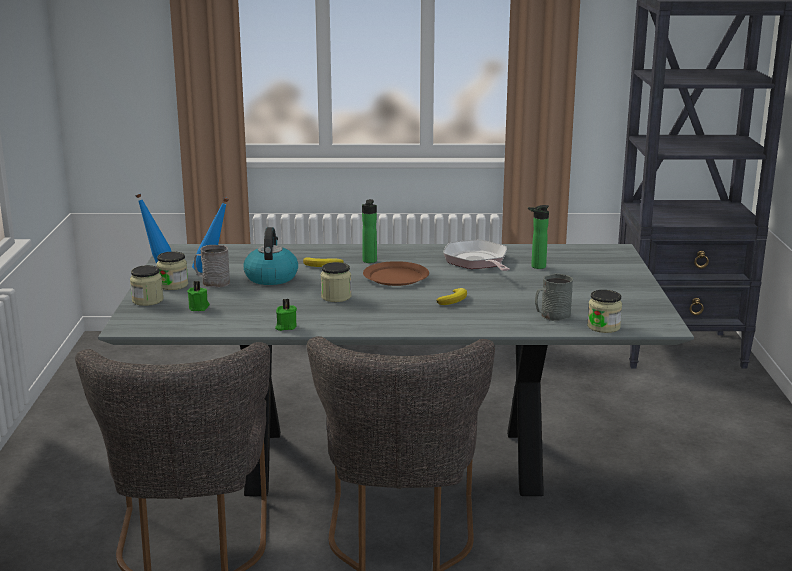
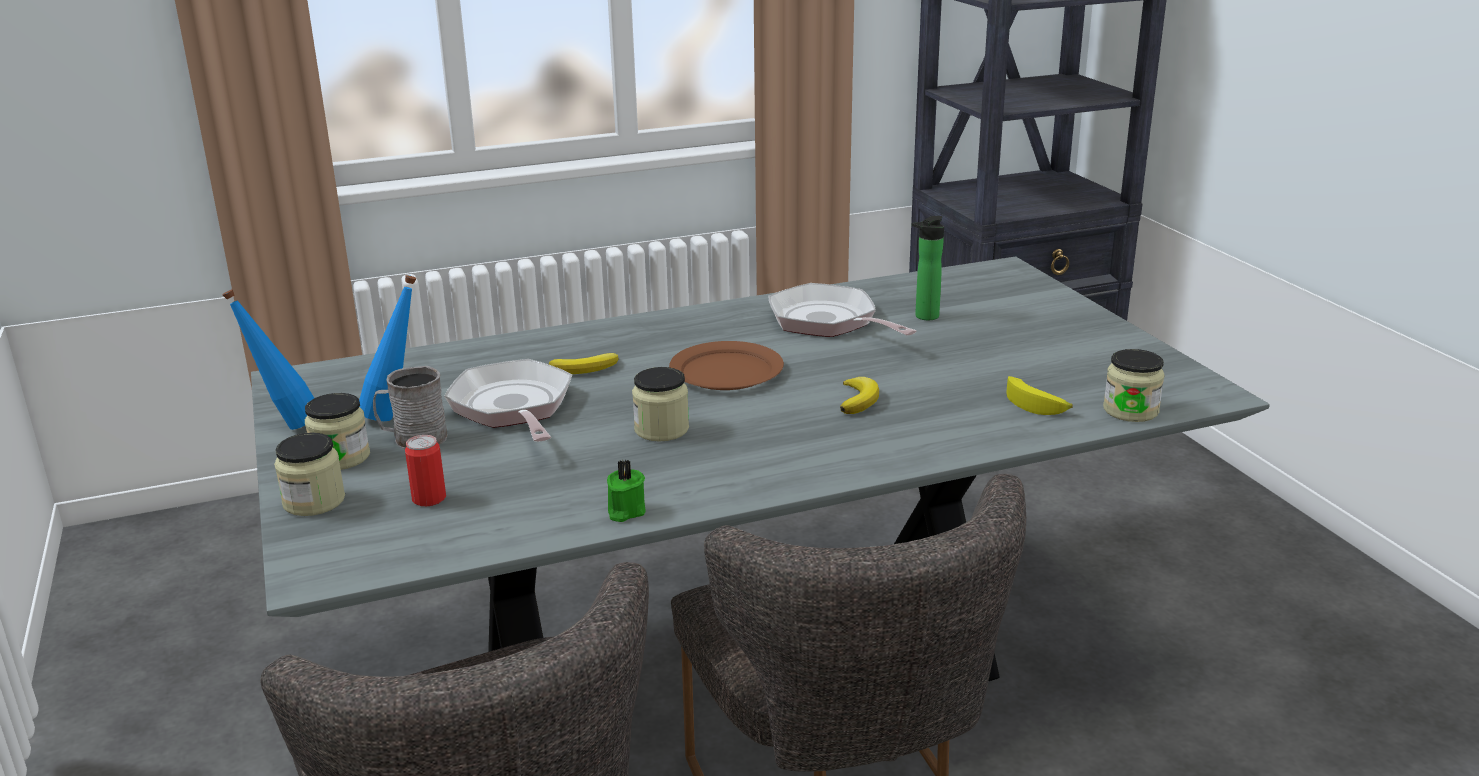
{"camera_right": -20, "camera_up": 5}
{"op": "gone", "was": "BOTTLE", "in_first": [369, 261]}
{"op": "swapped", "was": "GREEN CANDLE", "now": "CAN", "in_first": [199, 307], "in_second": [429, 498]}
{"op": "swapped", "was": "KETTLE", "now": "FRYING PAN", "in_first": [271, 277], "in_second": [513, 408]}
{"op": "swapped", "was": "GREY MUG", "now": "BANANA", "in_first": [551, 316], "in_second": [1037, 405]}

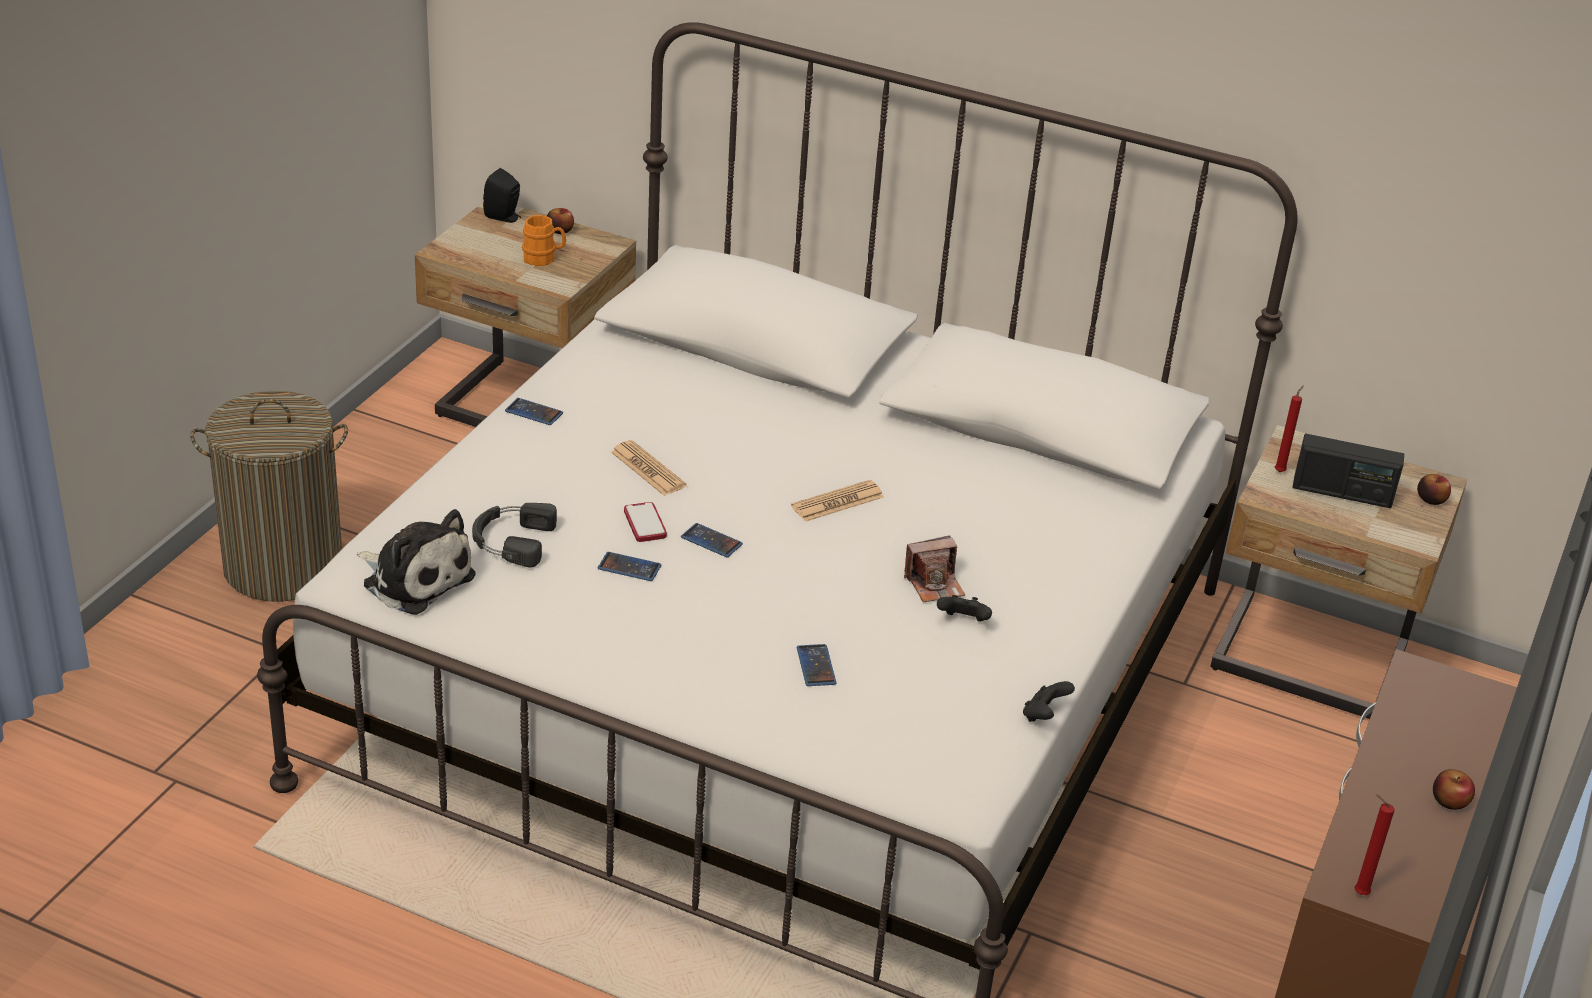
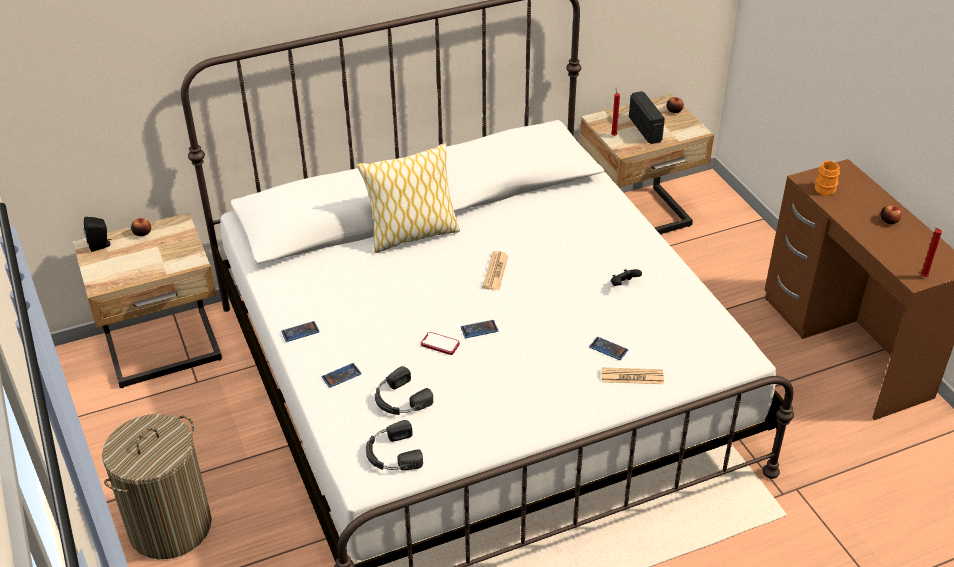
{"camera_right": -45, "camera_up": 5}
{"op": "gone", "was": "PHOTO CAMERA", "in_first": [934, 584]}
{"op": "gone", "was": "BLACK GAME CONTROLLER", "in_first": [1044, 715]}
{"op": "new", "now": "PILLOW", "in_second": [412, 235]}
{"op": "shifted", "was": "ORANGE MUG", "in_first": [544, 258], "in_second": [826, 187]}
{"op": "shifted", "was": "PHONE", "in_first": [629, 567], "in_second": [341, 376]}
{"op": "shifted", "was": "NEWSPAPER", "in_first": [648, 469], "in_second": [632, 376]}
{"op": "swapped", "was": "PLUSH TOY", "now": "BLACK HEADPHONES", "in_first": [415, 578], "in_second": [392, 454]}
{"op": "rotated", "was": "RADIO", "in_first": [1342, 493], "in_second": [645, 129], "clockwise": -75}

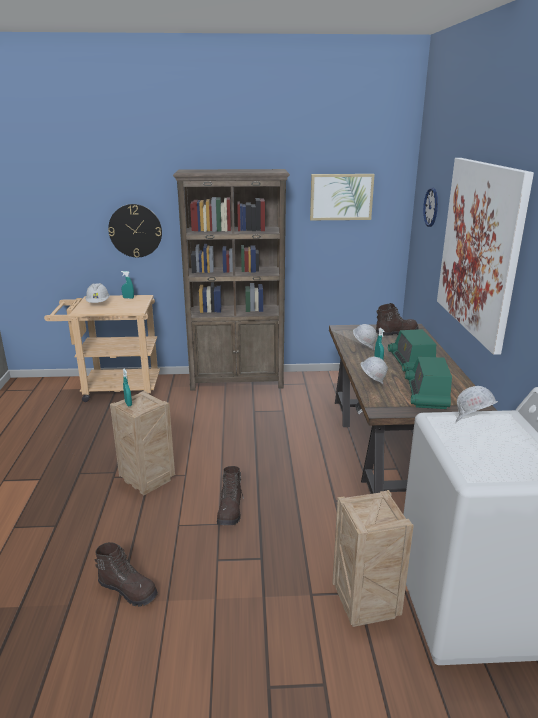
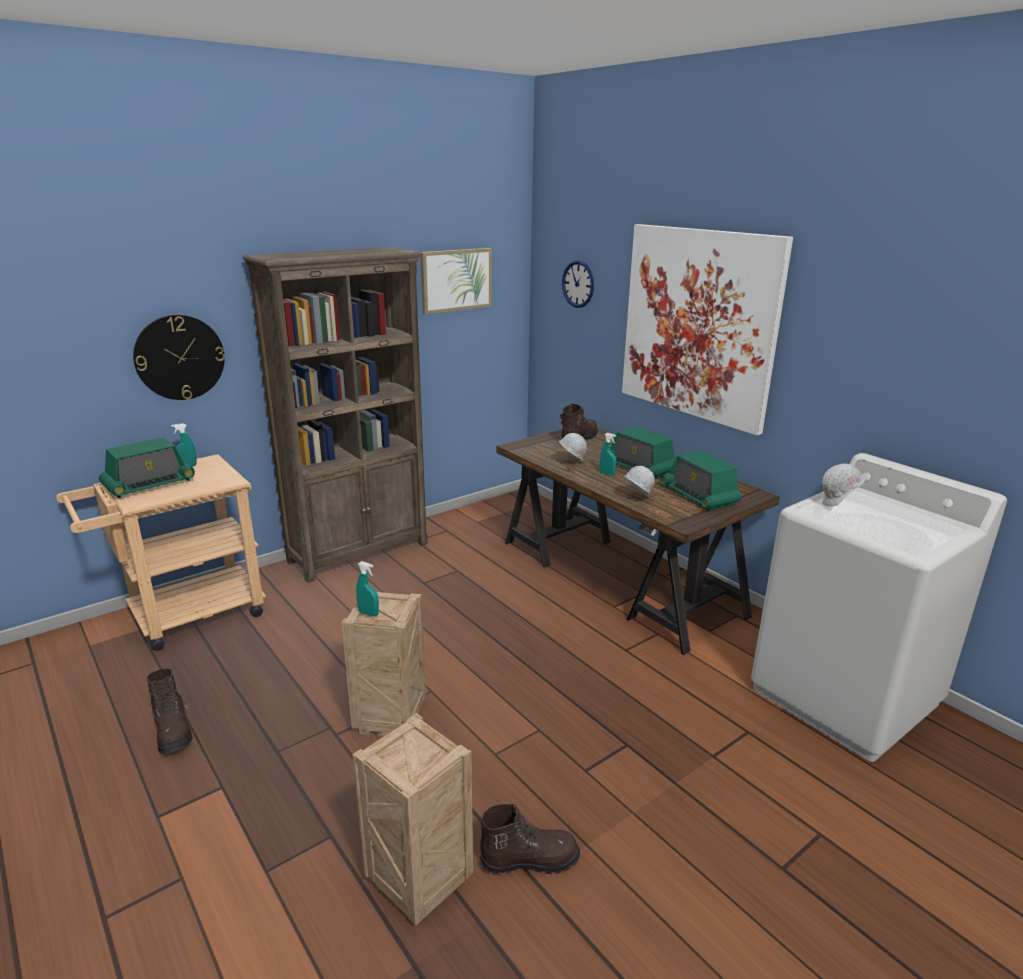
{"camera_right": -35, "camera_up": 0}
{"op": "shifted", "was": "BROWN BOOT", "in_first": [230, 511], "in_second": [173, 731]}
{"op": "shifted", "was": "CRATE", "in_first": [367, 606], "in_second": [422, 883]}
{"op": "swapped", "was": "WHITE HARD HAT", "now": "RADIO", "in_first": [98, 303], "in_second": [149, 484]}

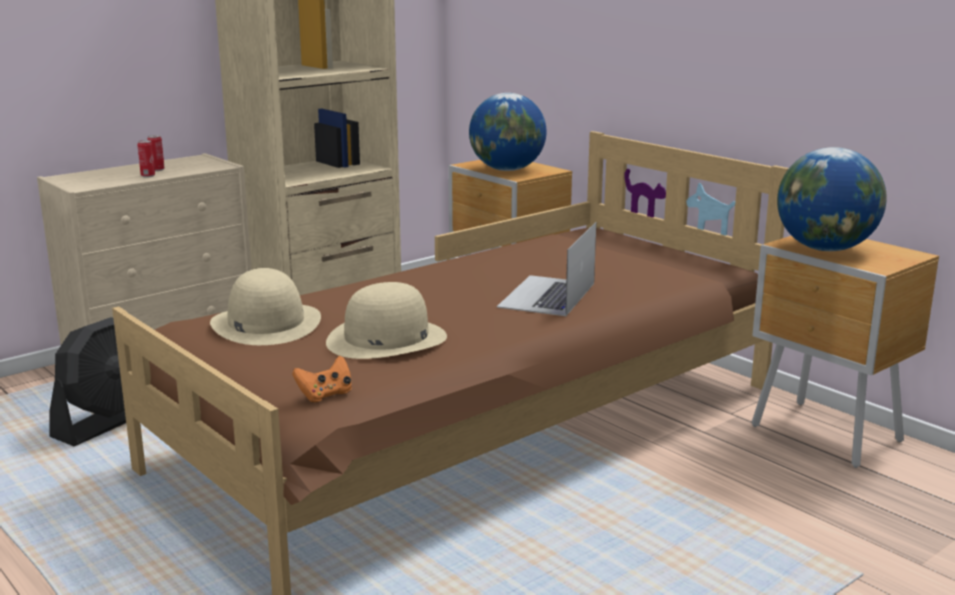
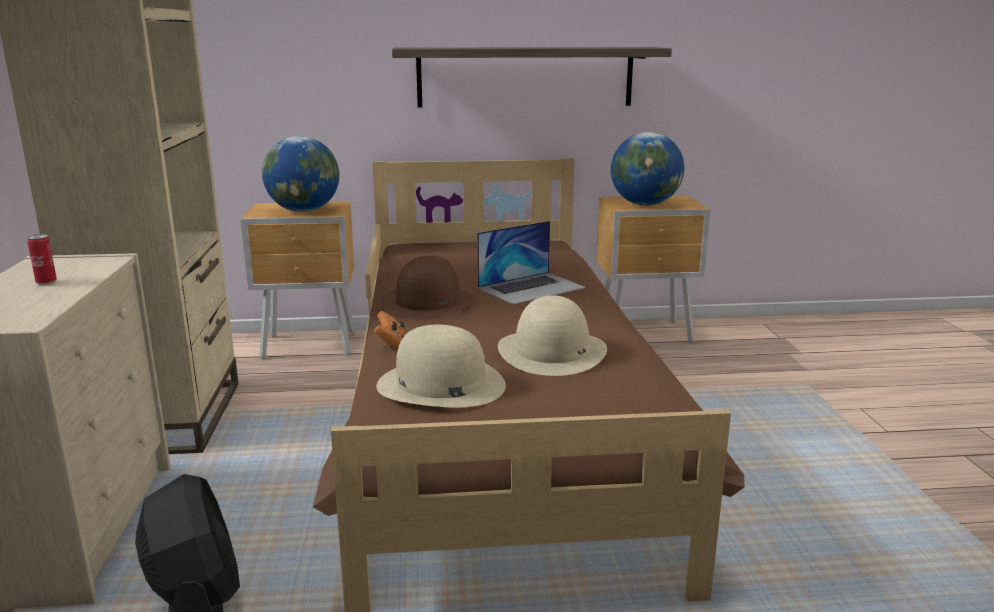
{"camera_right": -55, "camera_up": 0}
{"op": "gone", "was": "CAN", "in_first": [148, 176]}
{"op": "new", "now": "BROWN HAT", "in_second": [428, 303]}
{"op": "new", "now": "SHELF", "in_second": [525, 77]}
{"op": "shifted", "was": "ORANGE GAME CONTROLLER", "in_first": [325, 395], "in_second": [390, 343]}
{"op": "rotated", "was": "LAPTOP", "in_first": [547, 295], "in_second": [531, 287], "clockwise": -90}

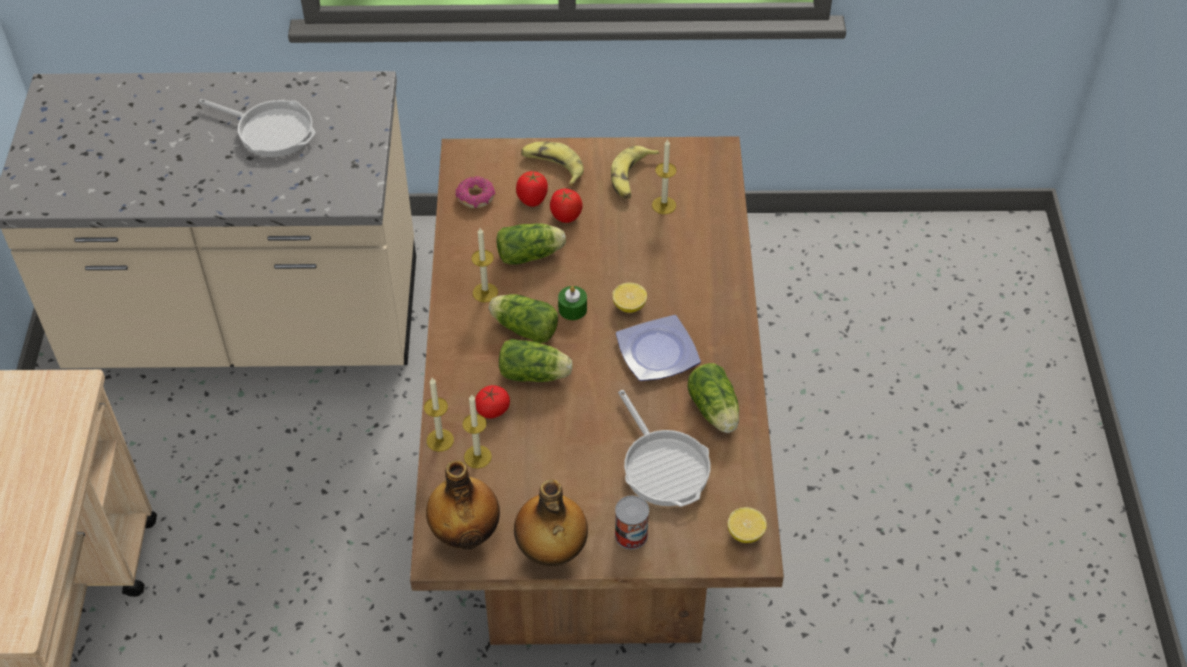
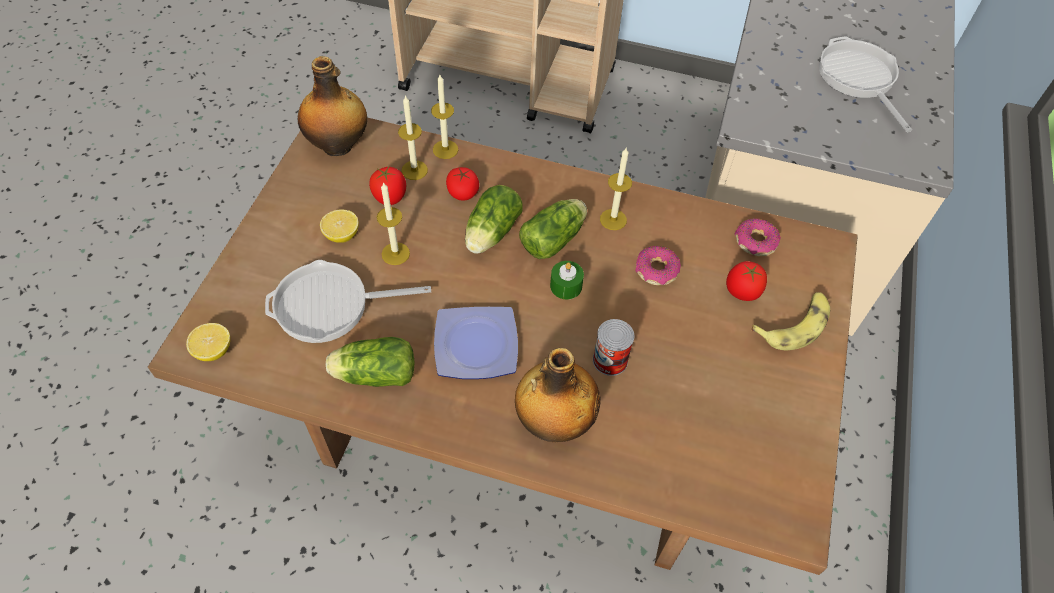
{"camera_right": 105, "camera_up": 5}
{"op": "gone", "was": "BANANA", "in_first": [632, 177]}
{"op": "shifted", "was": "BOTTLE", "in_first": [551, 552], "in_second": [554, 420]}
{"op": "shifted", "was": "TOMATO", "in_first": [565, 216], "in_second": [390, 197]}
{"op": "shifted", "was": "LEMON", "in_first": [629, 306], "in_second": [342, 235]}
{"op": "shifted", "was": "CAN", "in_first": [631, 535], "in_second": [610, 360]}
{"op": "shifted", "was": "CANDLE", "in_first": [664, 205], "in_second": [395, 253]}
{"op": "swapped", "was": "LETTUCE", "now": "DONUT", "in_first": [532, 254], "in_second": [656, 270]}
{"op": "rotated", "was": "FRYING PAN", "in_first": [271, 131], "in_second": [858, 78], "clockwise": 120}

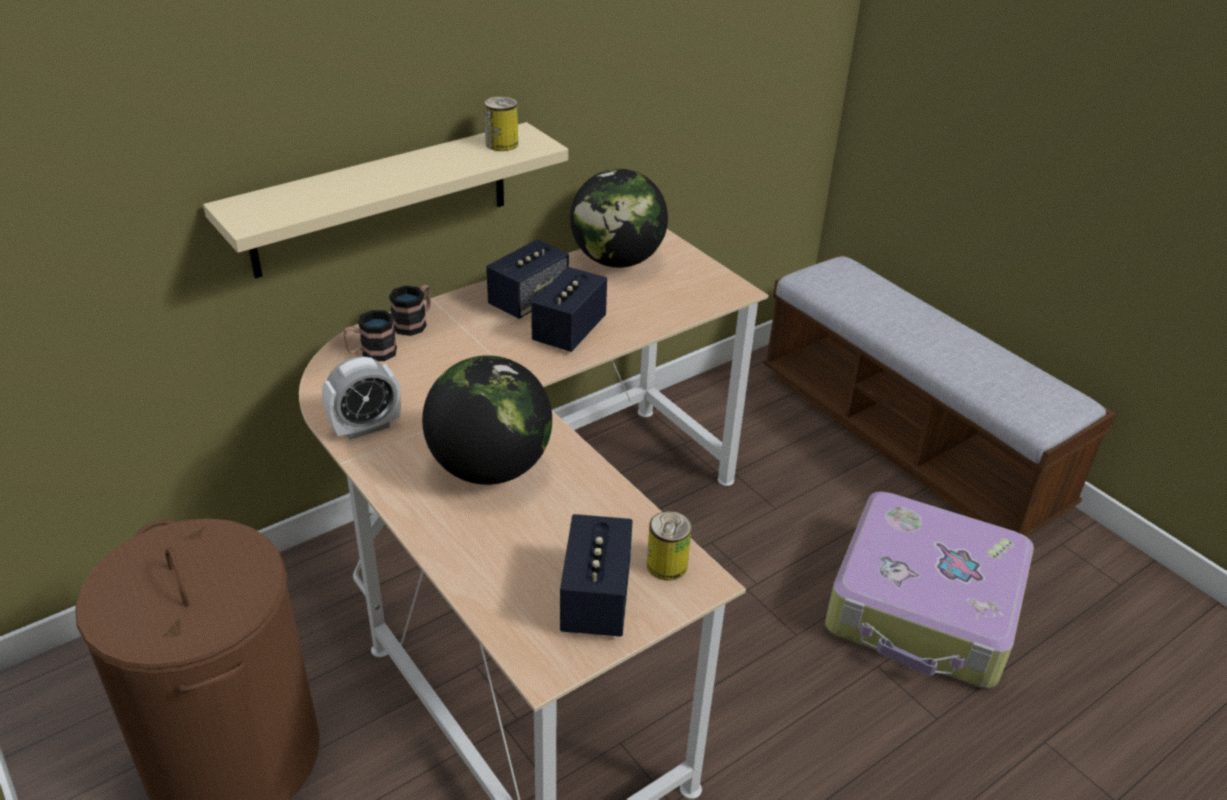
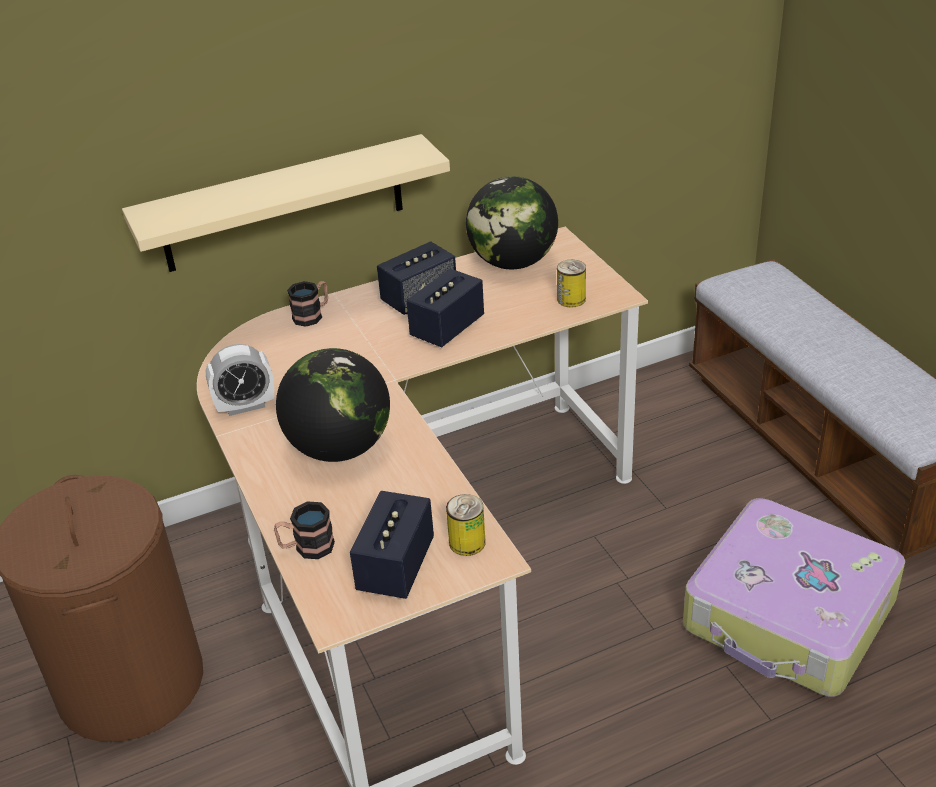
{"camera_right": 15, "camera_up": 0}
{"op": "shifted", "was": "MUG", "in_first": [372, 353], "in_second": [306, 547]}
{"op": "shifted", "was": "CAN", "in_first": [502, 144], "in_second": [571, 299]}

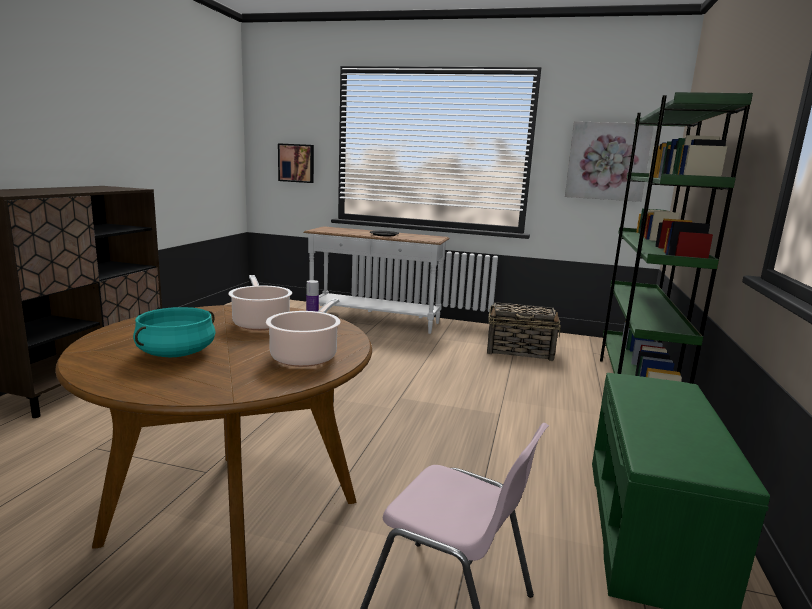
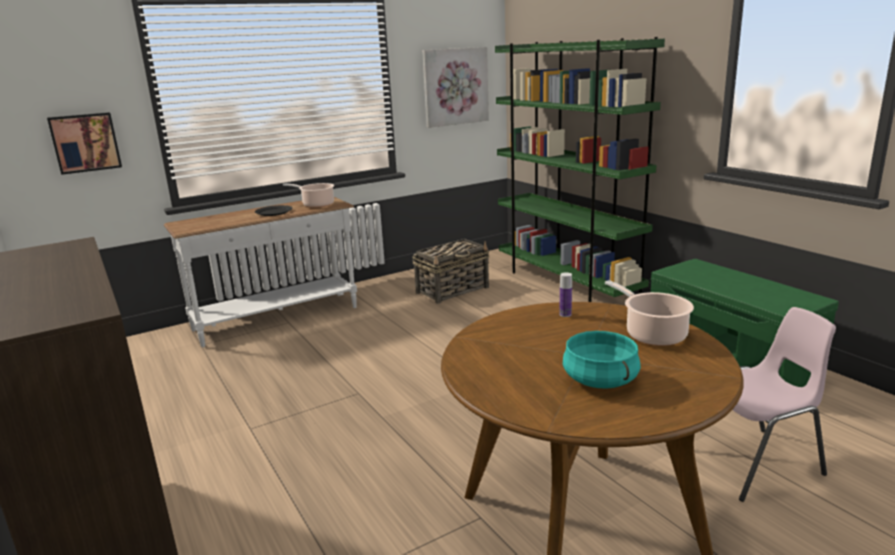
{"camera_right": -45, "camera_up": 5}
{"op": "shifted", "was": "COOKING POT", "in_first": [260, 322], "in_second": [316, 204]}

